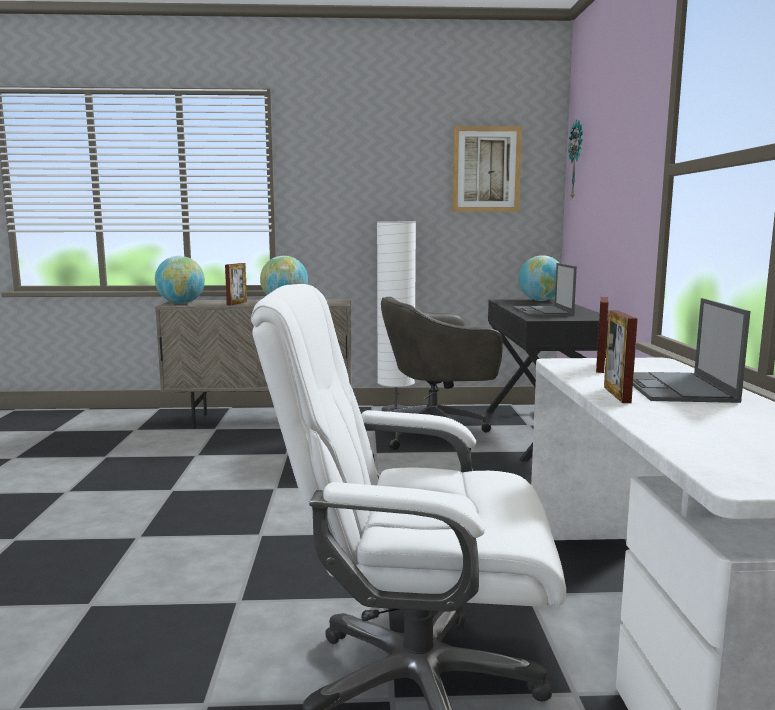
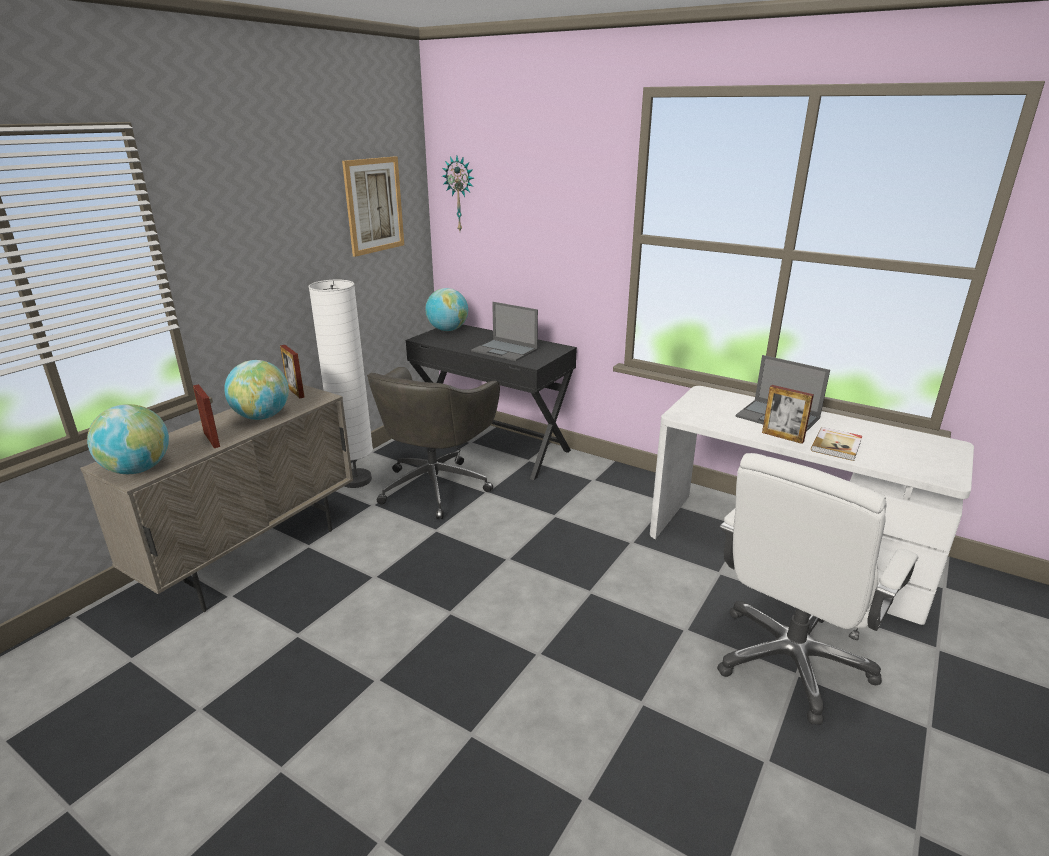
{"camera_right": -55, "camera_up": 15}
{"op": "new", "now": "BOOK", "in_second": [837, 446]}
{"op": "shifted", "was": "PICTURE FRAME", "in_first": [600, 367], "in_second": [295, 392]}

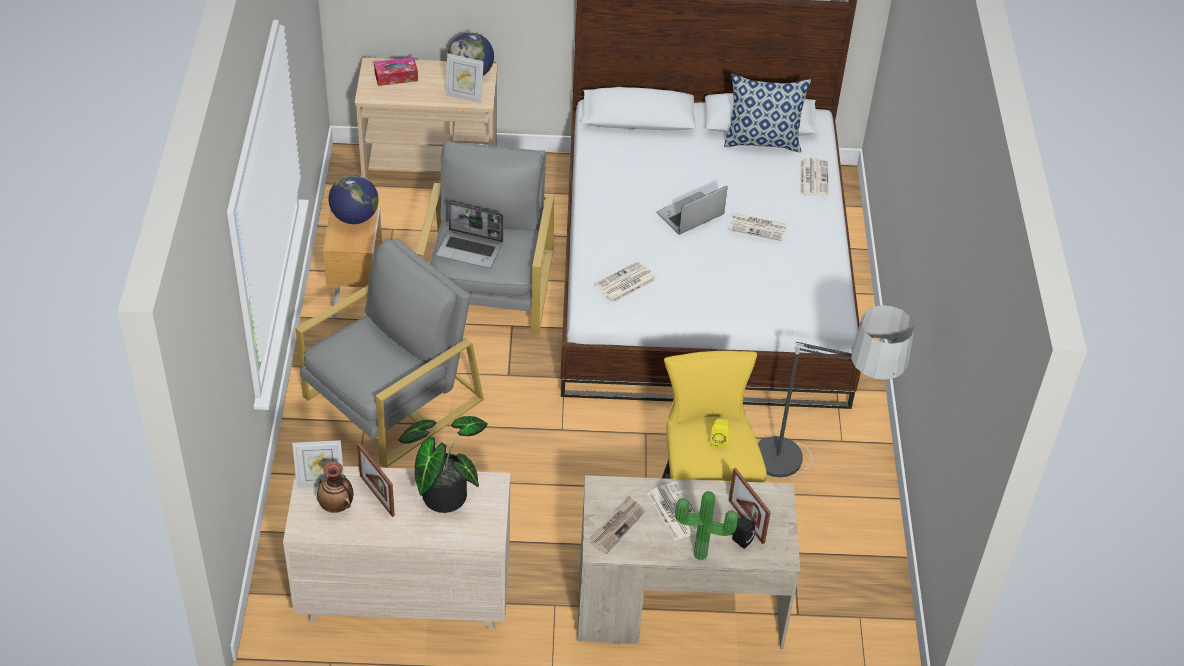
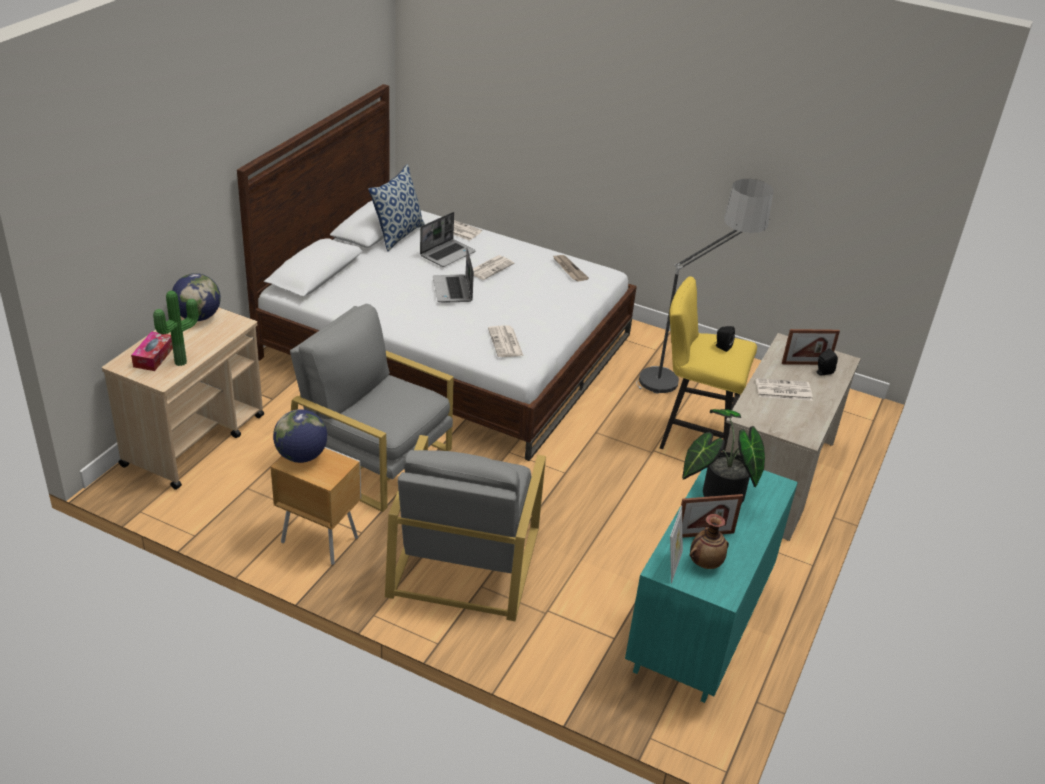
{"camera_right": -65, "camera_up": -10}
{"op": "gone", "was": "PICTURE FRAME", "in_first": [464, 97]}
{"op": "shifted", "was": "LAPTOP", "in_first": [471, 250], "in_second": [447, 254]}
{"op": "shifted", "was": "NEWSPAPER", "in_first": [616, 526], "in_second": [569, 269]}
{"op": "shifted", "was": "POTTED PLANT", "in_first": [700, 557], "in_second": [182, 363]}
{"op": "repainted", "was": "BEIGE DRESSER", "now": "TURQUOISE DRESSER", "in_first": [403, 595], "in_second": [699, 627]}
{"op": "repainted", "was": "YELLOW SPEAKER", "now": "BLACK SPEAKER", "in_first": [719, 440], "in_second": [722, 347]}
{"op": "rotated", "was": "GREY ARMCHAIR", "in_first": [391, 399], "in_second": [465, 560], "clockwise": -150}

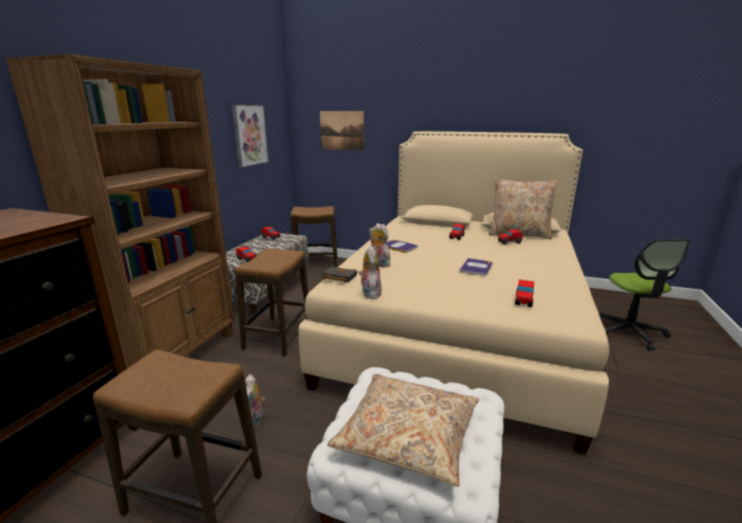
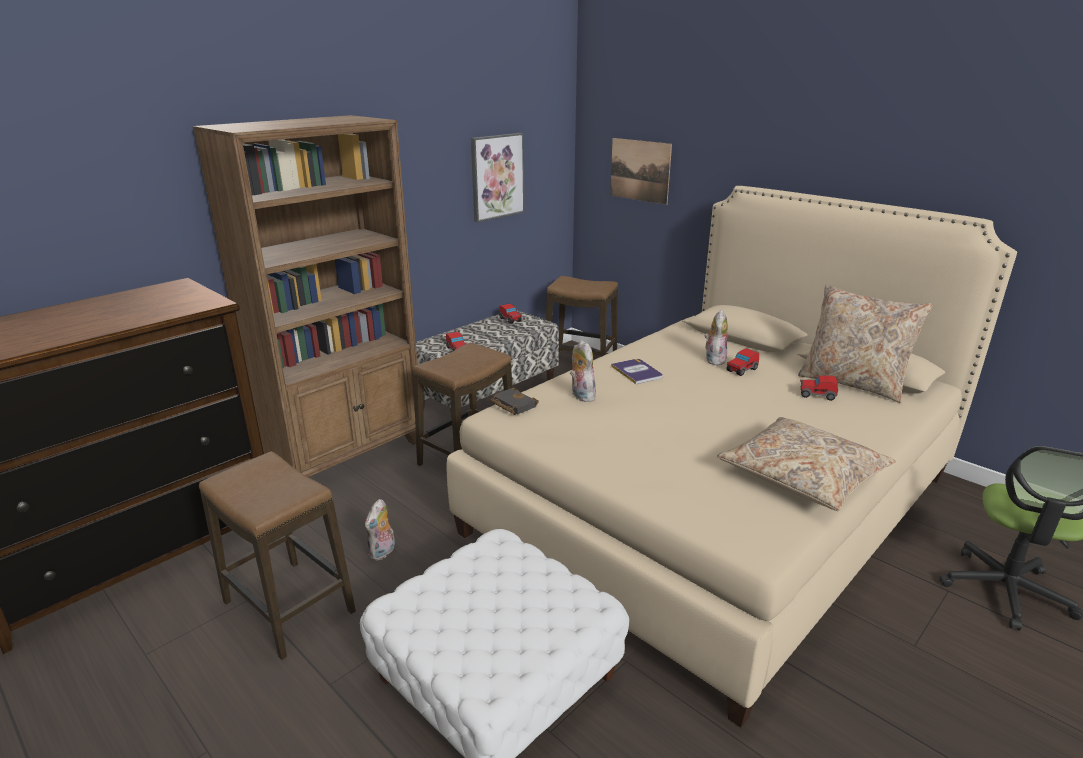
{"camera_right": 25, "camera_up": 5}
{"op": "gone", "was": "BOOK", "in_first": [476, 267]}
{"op": "gone", "was": "TOY CAR", "in_first": [523, 301]}
{"op": "shifted", "was": "BEIGE PILLOW", "in_first": [408, 435], "in_second": [802, 475]}
{"op": "shifted", "was": "PLUSH TOY", "in_first": [369, 293], "in_second": [714, 359]}

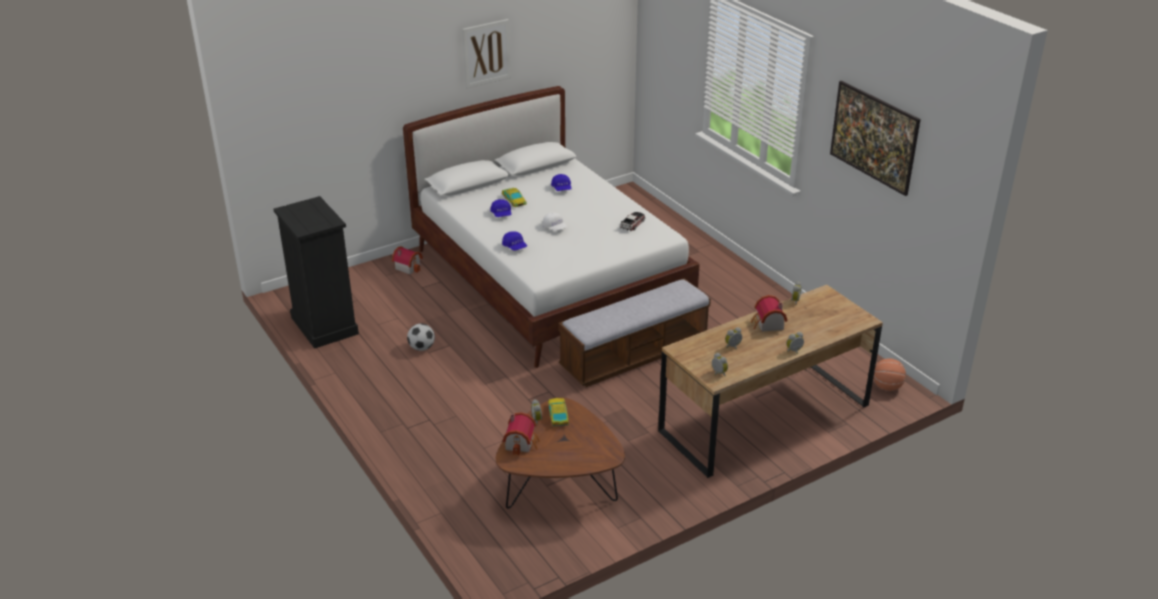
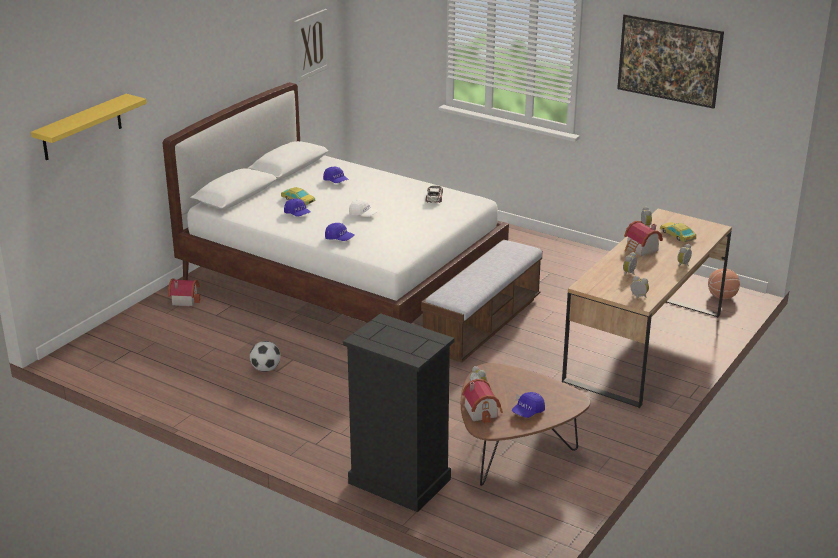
{"camera_right": -25, "camera_up": -5}
{"op": "new", "now": "YELLOW SHELF", "in_second": [82, 127]}
{"op": "new", "now": "BLUE CAP", "in_second": [528, 412]}
{"op": "shifted", "was": "BLACK DRESSER", "in_first": [324, 325], "in_second": [399, 481]}
{"op": "shifted", "was": "PICTURE", "in_first": [486, 53], "in_second": [311, 44]}
{"op": "shifted", "was": "TOY CAR", "in_first": [558, 415], "in_second": [677, 235]}

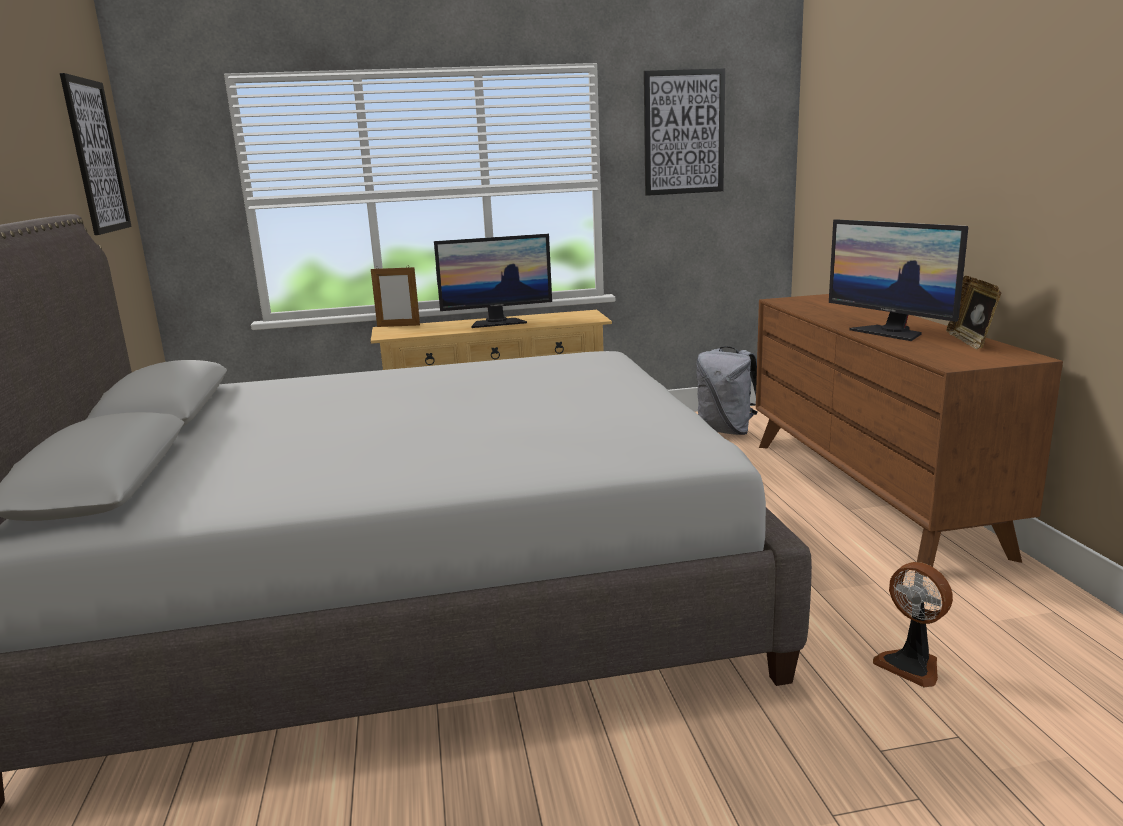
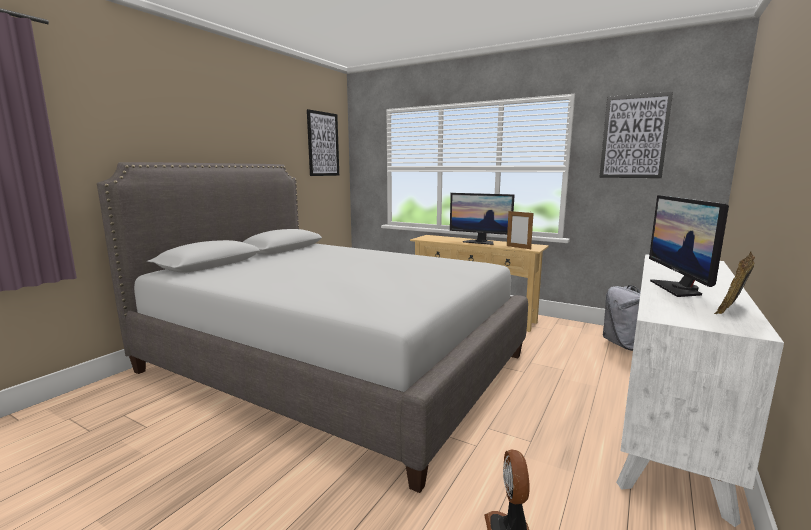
{"camera_right": 40, "camera_up": -5}
{"op": "shifted", "was": "PICTURE FRAME", "in_first": [398, 326], "in_second": [518, 247]}
{"op": "repainted", "was": "BROWN DRESSER", "now": "WHITE DRESSER", "in_first": [869, 494], "in_second": [670, 419]}

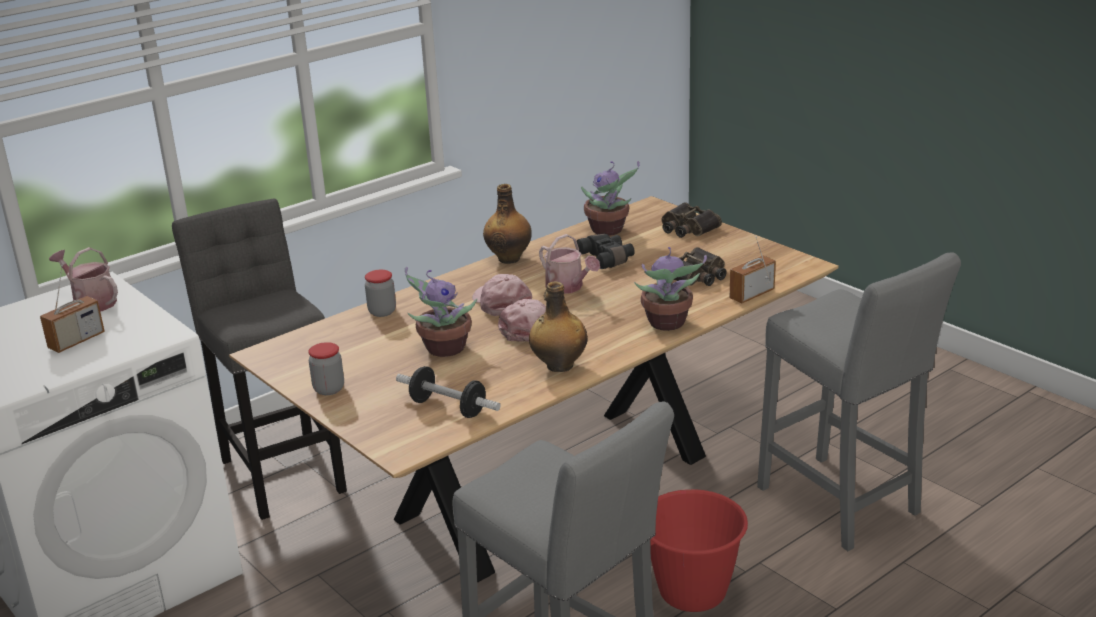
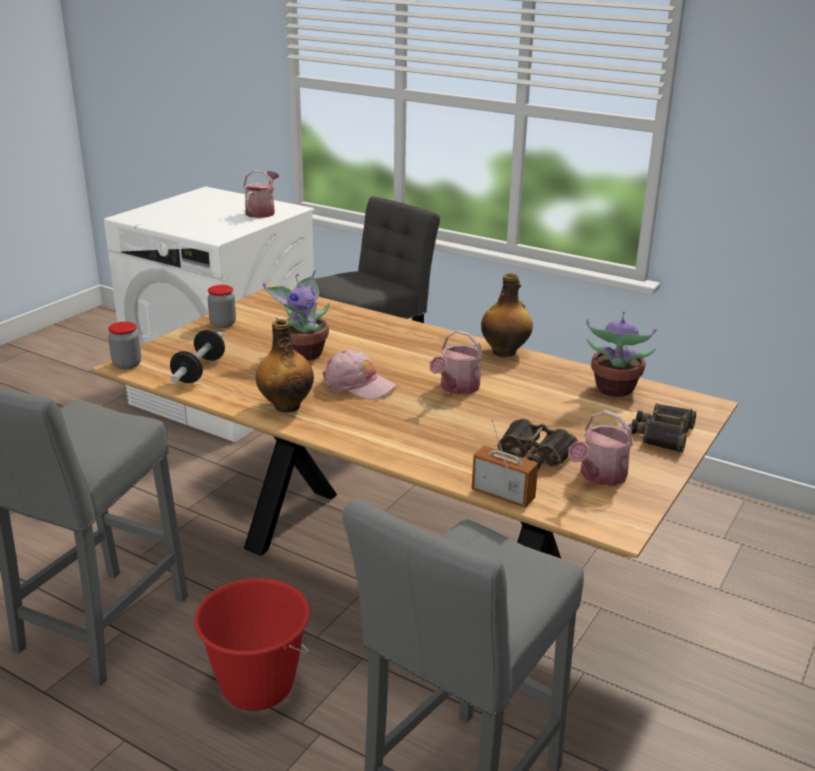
{"camera_right": 70, "camera_up": 0}
{"op": "gone", "was": "RADIO", "in_first": [76, 341]}
{"op": "gone", "was": "PINK CAP", "in_first": [501, 302]}
{"op": "gone", "was": "BLACK BINOCULARS", "in_first": [608, 258]}
{"op": "gone", "was": "POTTED PLANT", "in_first": [667, 324]}
{"op": "new", "now": "WATERING CAN", "in_second": [599, 476]}
{"op": "shifted", "was": "JAR", "in_first": [382, 312], "in_second": [127, 364]}

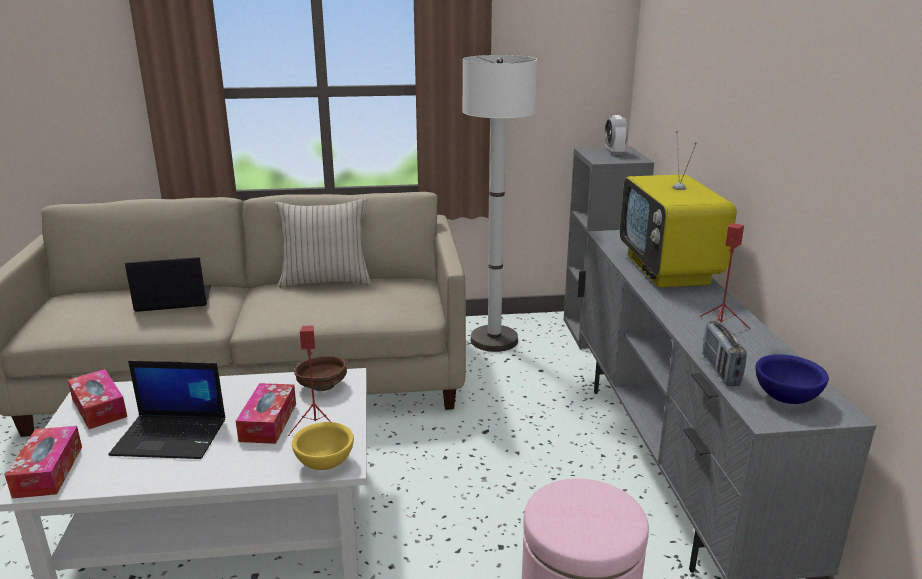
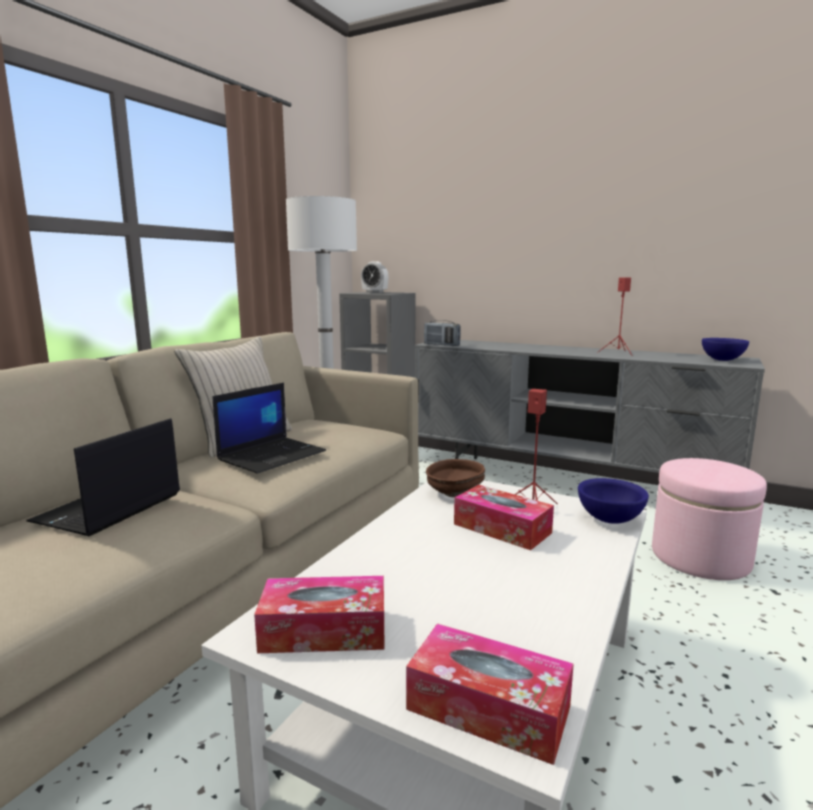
{"camera_right": -55, "camera_up": -10}
{"op": "gone", "was": "TELEVISION", "in_first": [669, 271]}
{"op": "shifted", "was": "LAPTOP", "in_first": [172, 437], "in_second": [272, 455]}
{"op": "shifted", "was": "RADIO", "in_first": [720, 370], "in_second": [441, 345]}
{"op": "repainted", "was": "YELLOW BOWL", "now": "BLUE BOWL", "in_first": [325, 464], "in_second": [611, 520]}

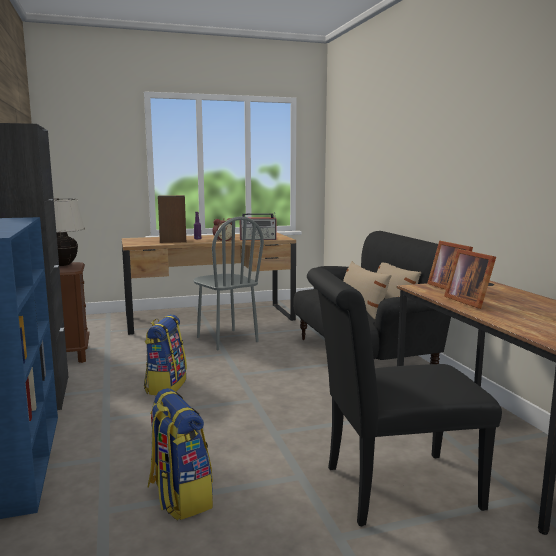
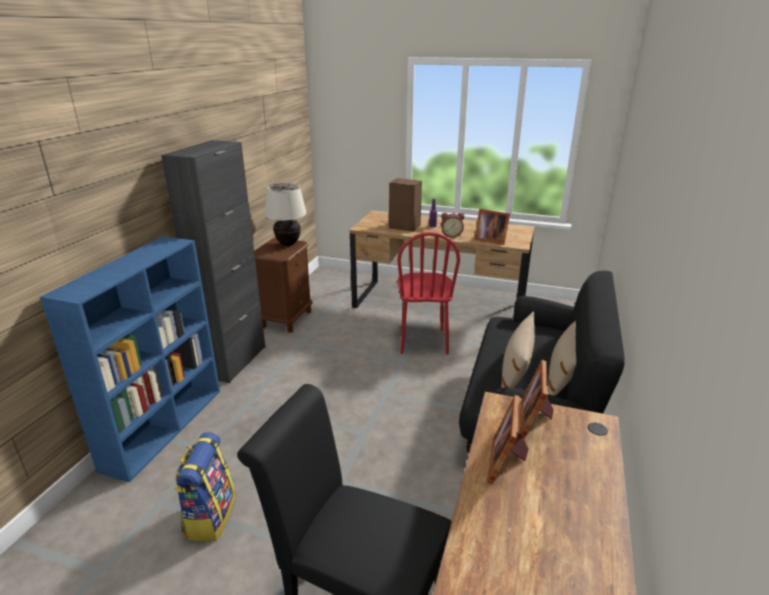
{"camera_right": 35, "camera_up": 15}
{"op": "gone", "was": "BACKPACK", "in_first": [165, 386]}
{"op": "swapped", "was": "RADIO", "now": "PICTURE FRAME", "in_first": [258, 239], "in_second": [490, 240]}
{"op": "repainted", "was": "GREY CHAIR", "now": "RED CHAIR", "in_first": [226, 339], "in_second": [423, 341]}

